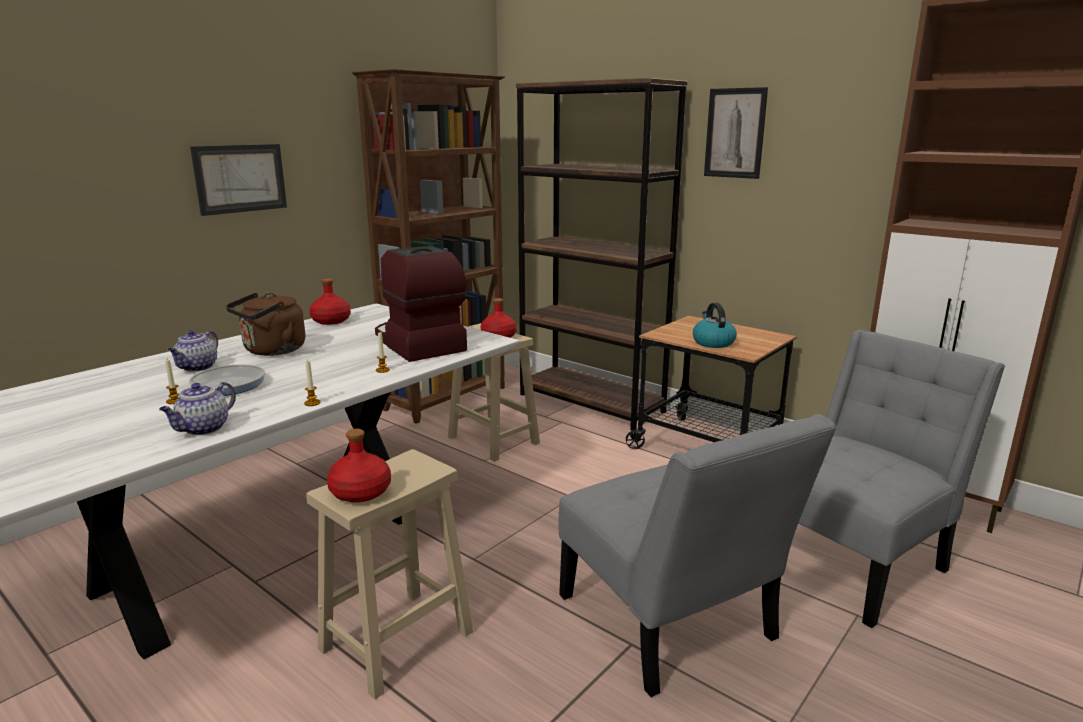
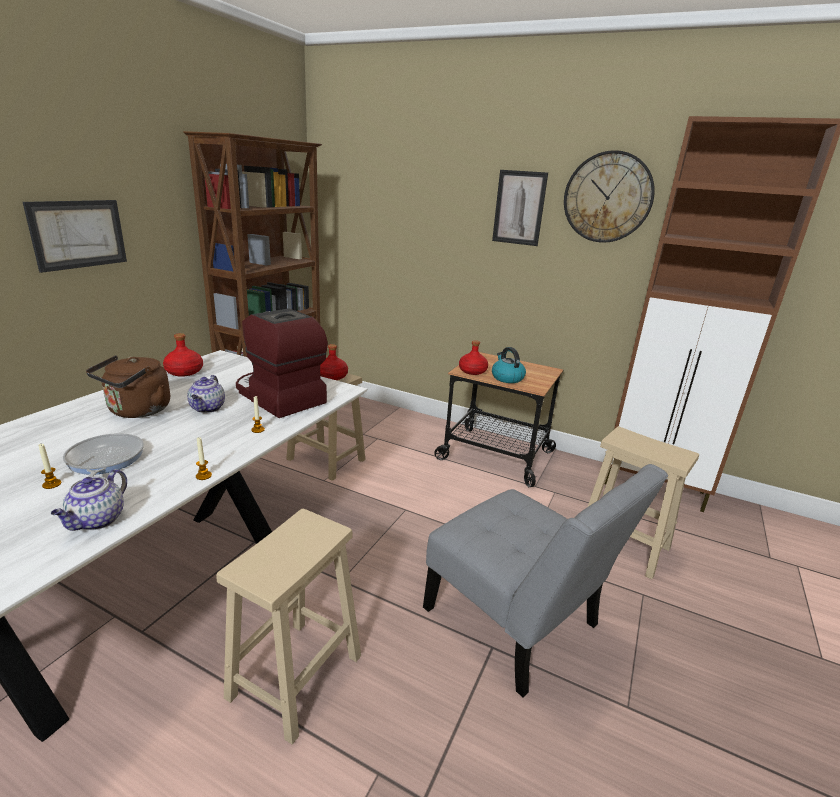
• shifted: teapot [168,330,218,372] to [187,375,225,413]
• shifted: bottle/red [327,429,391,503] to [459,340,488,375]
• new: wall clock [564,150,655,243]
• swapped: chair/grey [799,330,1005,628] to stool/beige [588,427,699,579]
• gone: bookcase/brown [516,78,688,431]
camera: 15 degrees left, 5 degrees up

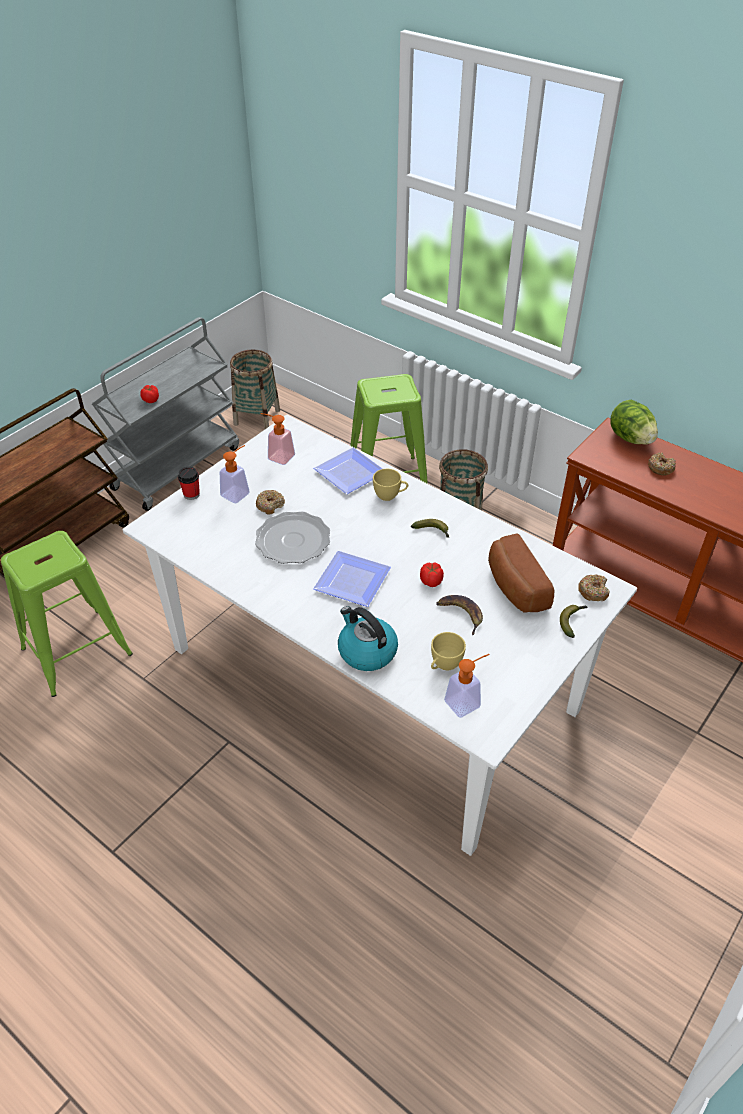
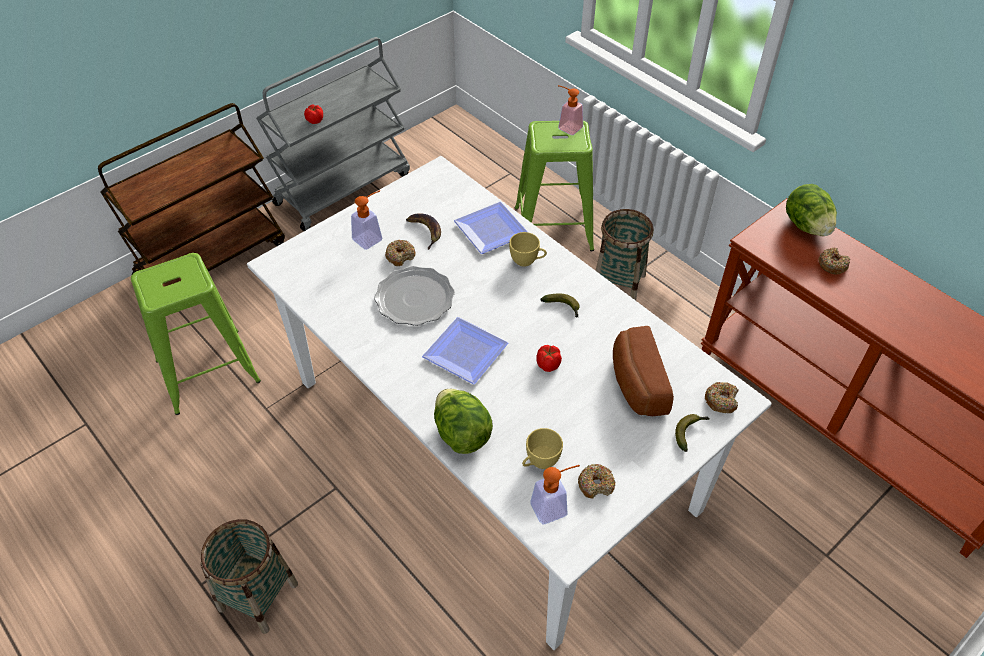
• shifted: basket [230,350,280,429] to [200,519,298,634]
• shifted: banana [436,595,483,635] to [406,213,441,250]
• swapped: kettle [338,606,398,671] to lettuce [434,389,493,454]
• shifted: soap dispenser [260,413,295,465] to [558,85,583,135]
• new: donut [578,464,615,499]
• gone: cup [178,467,200,500]
camera: 10 degrees right, 5 degrees up

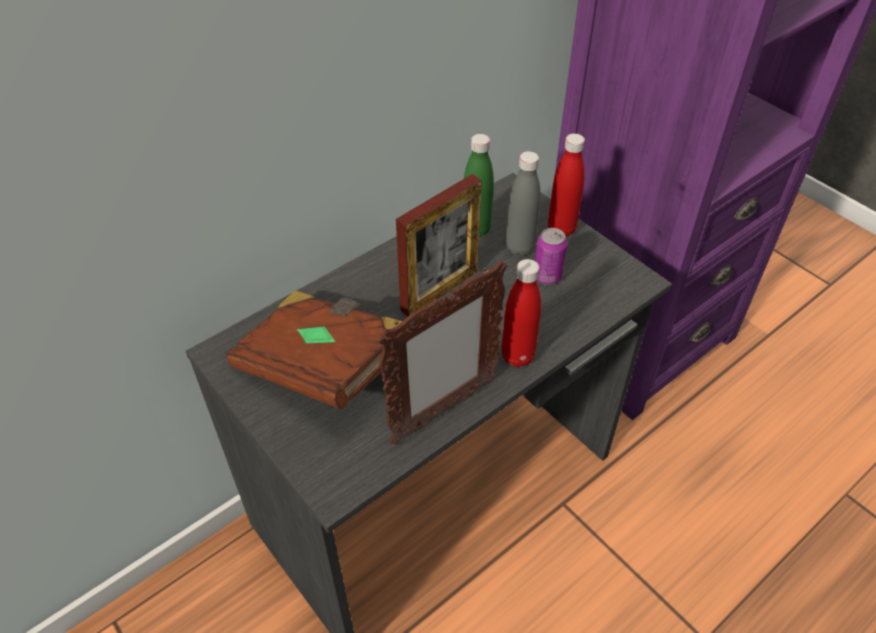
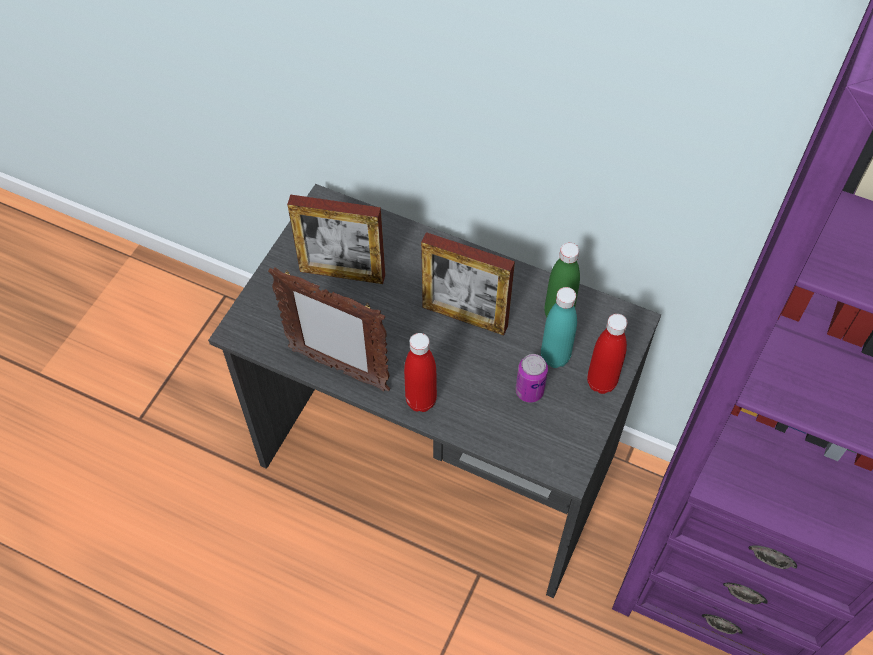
• swapped: book/brown [226,291,402,410] to picture frame [287,194,385,284]
• repainted: bottle/grey [506,151,541,256] to bottle/turquoise [541,287,577,368]
camera: 65 degrees right, 10 degrees up

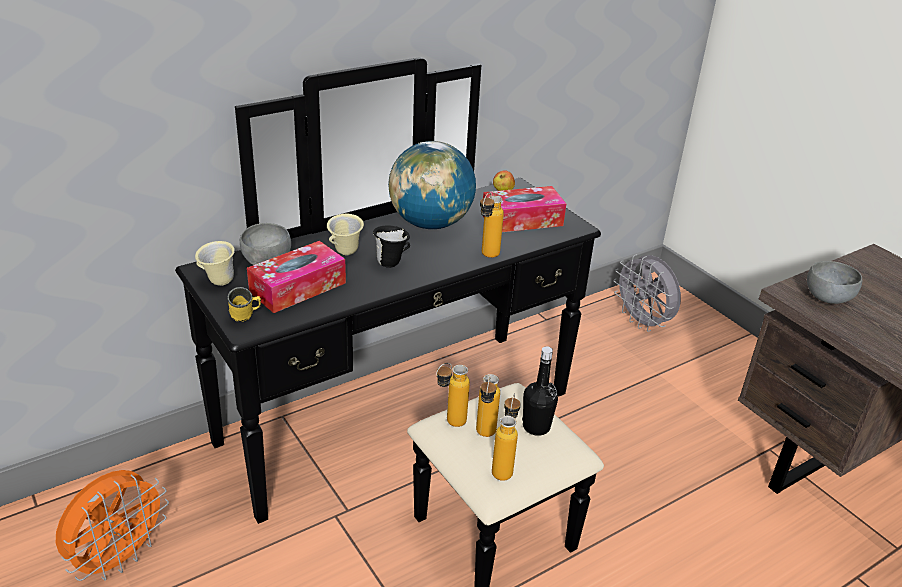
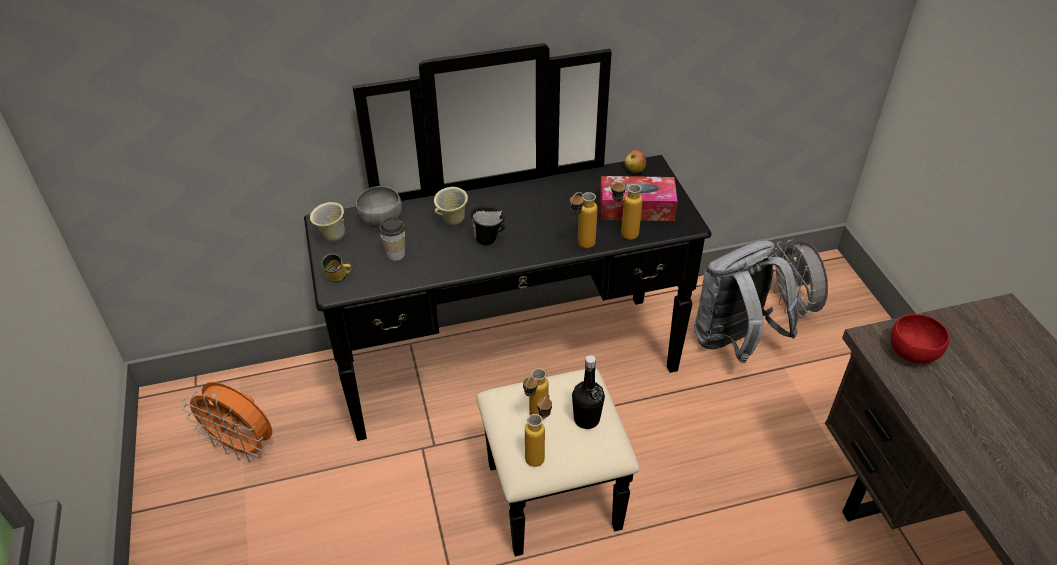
• rotated: fan/orange [56,470,169,581] = [183,382,272,462] 60 degrees clockwise
• swapped: tissue box [247,241,346,313] to cup [379,218,405,261]
• shifted: bottle [436,363,470,427] to [611,180,643,240]
• new: backpack/grey [694,240,798,363]
• repainted: bowl/grey [807,261,862,304] to bowl/red [891,314,949,363]
• gone: globe [388,141,476,229]
camera: 20 degrees right, 10 degrees up

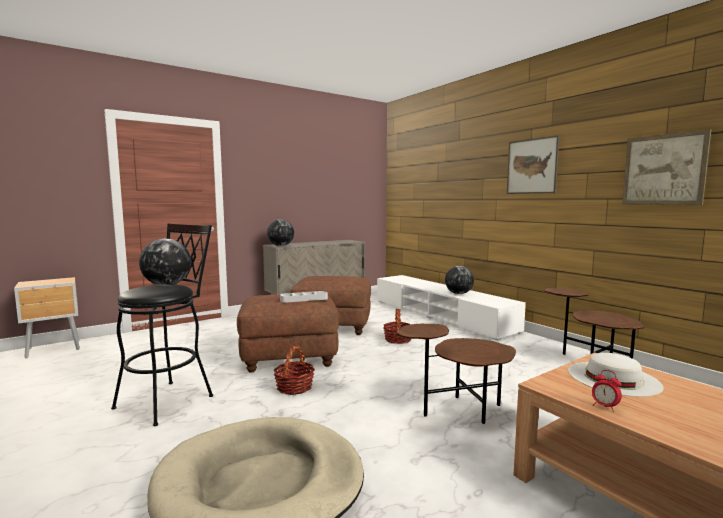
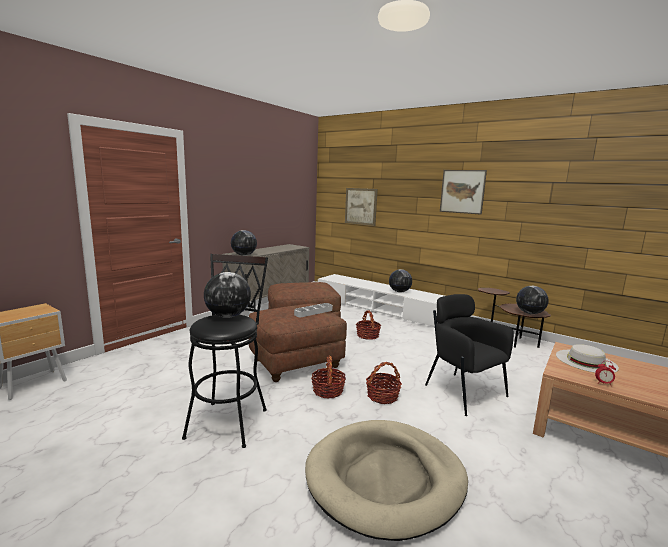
• shifted: picture [622,129,711,205] to [345,188,378,226]
• new: basket [366,362,402,404]
• swapped: side table/brown [396,324,516,424] to armchair/black [425,294,514,416]
• new: globe [516,286,549,314]
camera: 20 degrees left, 5 degrees up

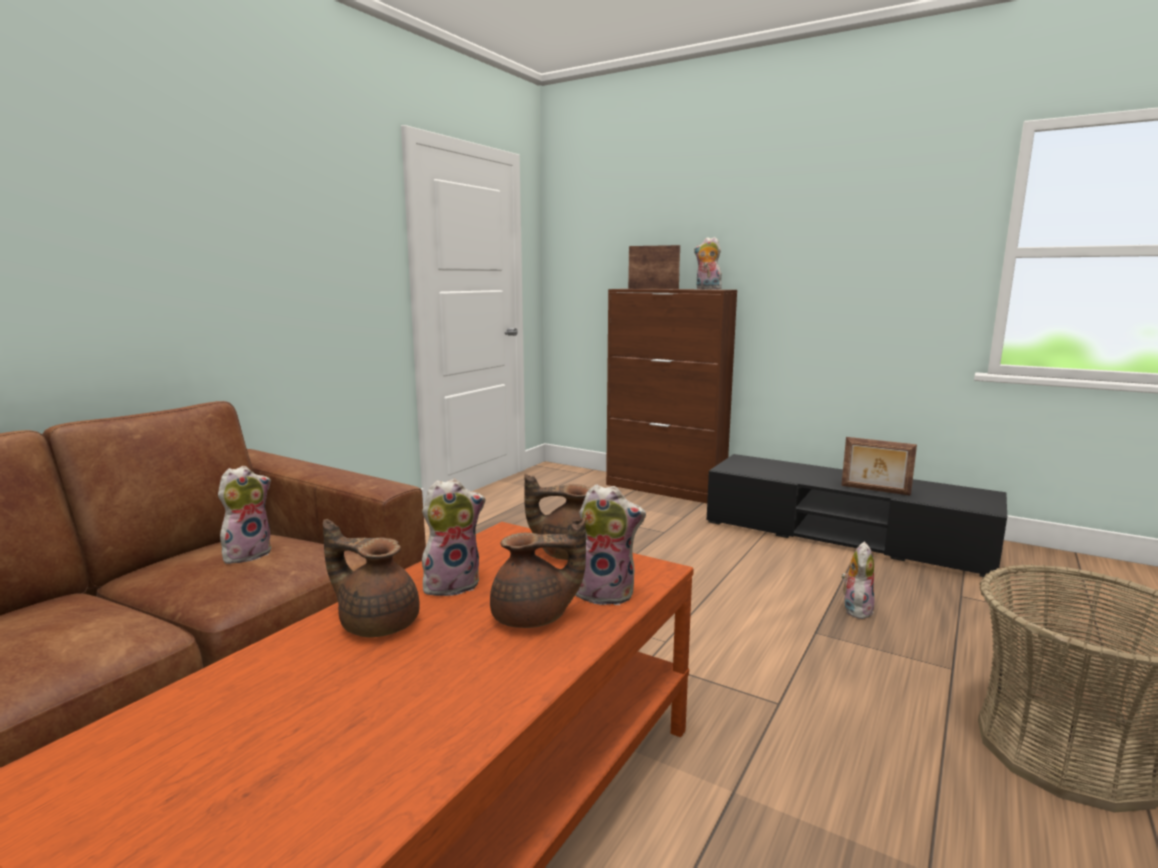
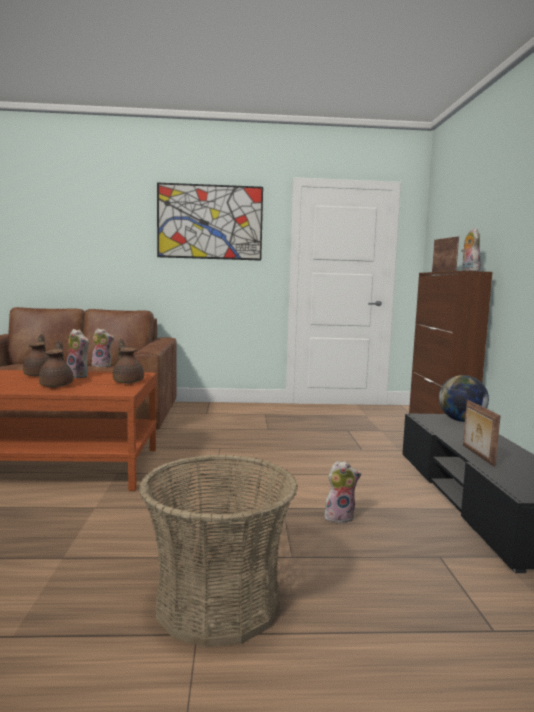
• rotated: teapot/brown [490,518,586,628] = [39,340,74,387] 150 degrees counterclockwise
• new: picture [157,183,263,261]
• new: globe [439,375,489,422]
• gone: plush toy [576,484,646,605]
camera: 55 degrees right, 5 degrees down

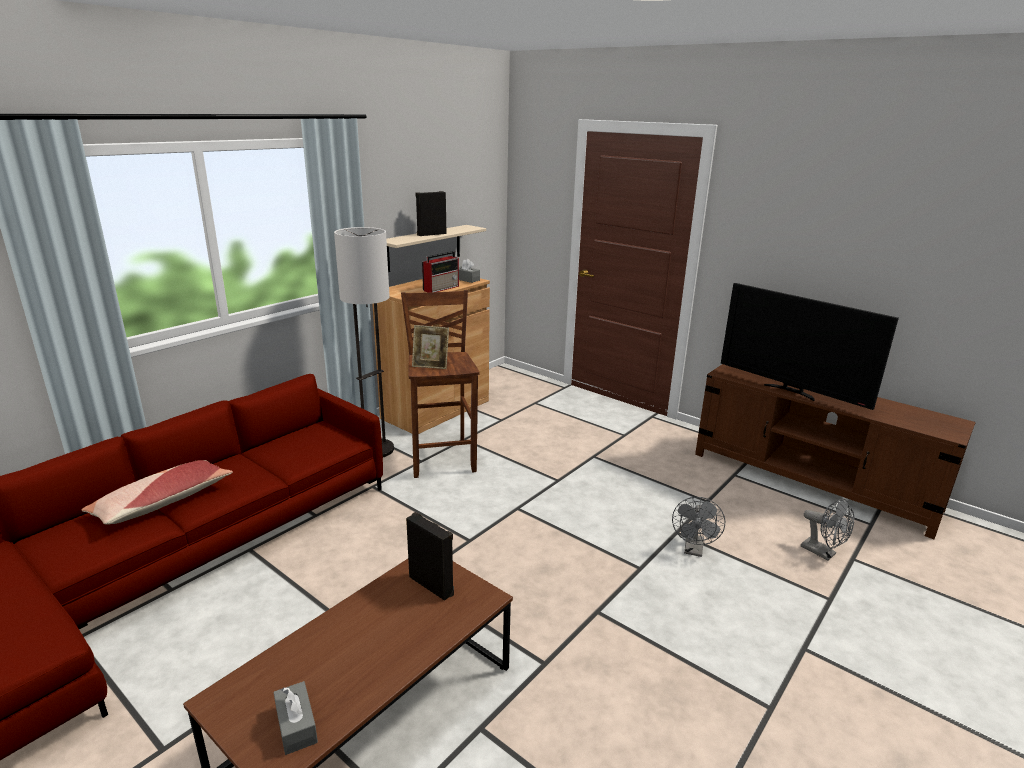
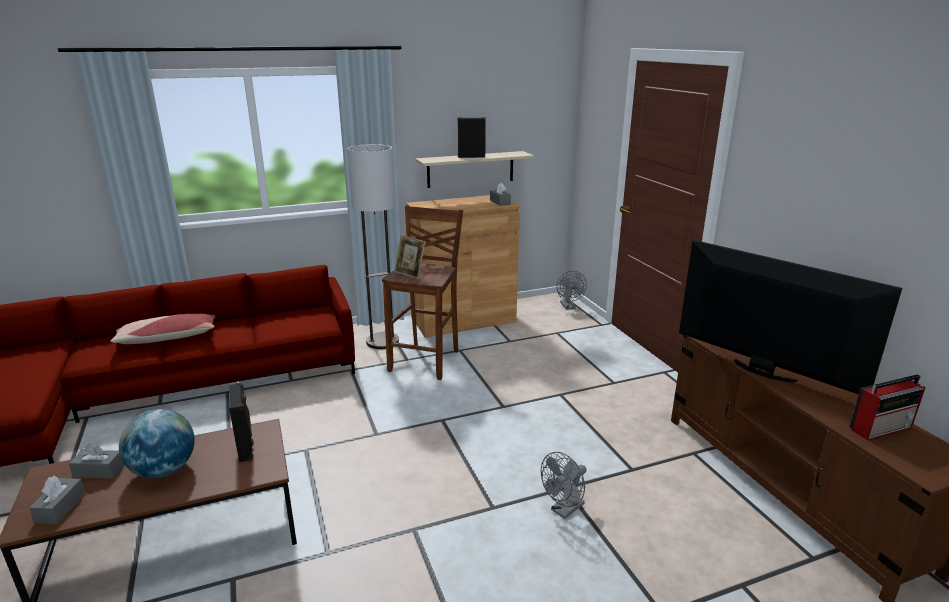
• new: tissue box/grey [69,444,124,479]
• new: globe [119,409,195,478]
• shifted: fan/grey [801,499,854,560] to [557,271,587,310]
• rotated: television [721,283,899,410] = [679,240,902,395] 150 degrees clockwise
• shifted: radio [422,251,459,292] to [849,374,925,440]
camera: 30 degrees right, 0 degrees up

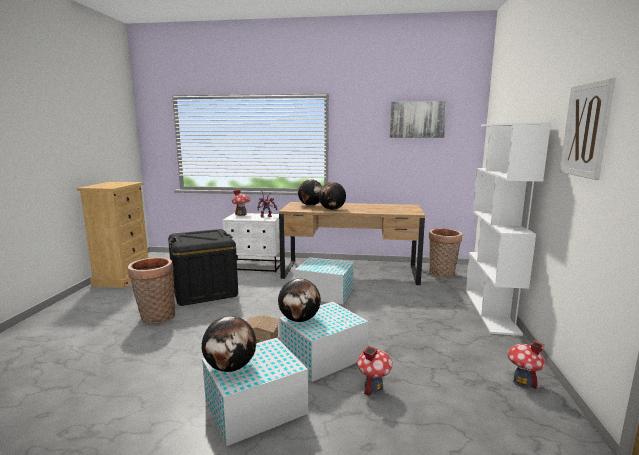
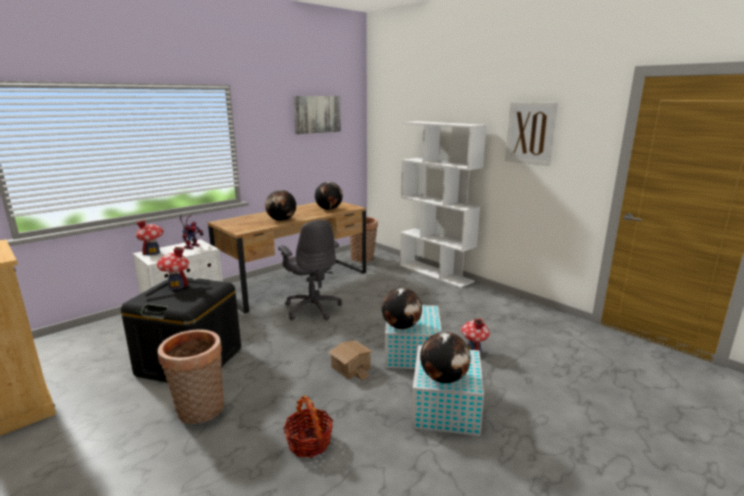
• shifted: toy house [507,340,545,389] to [157,247,189,290]
• swapped: storage box/white [295,257,354,304] to office chair/grey [278,220,342,320]
• new: basket [283,396,333,457]
• shifted: globe [298,179,322,206] to [315,182,343,210]
camera: 50 degrees left, 5 degrees up

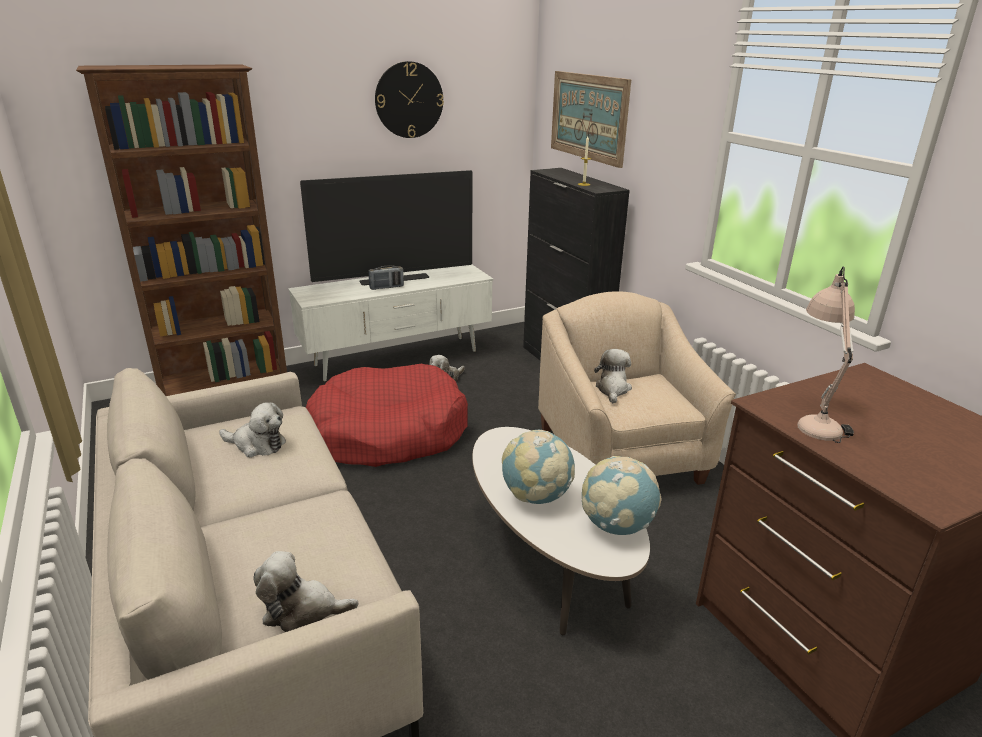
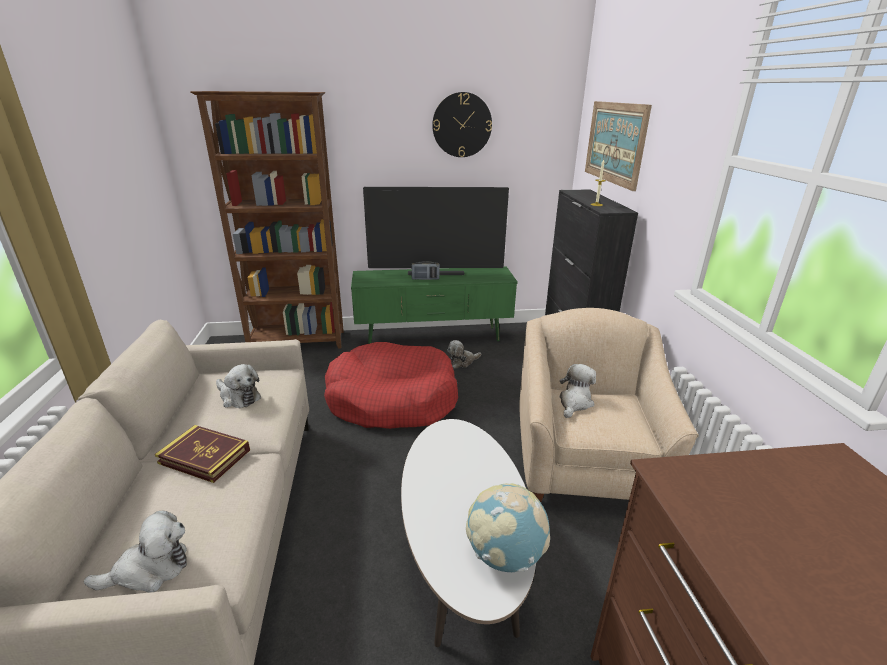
• rotated: plush toy [253,551,358,632] = [84,511,187,593] 135 degrees clockwise
• new: book [155,425,250,483]
• repainted: tv stand/white [288,265,493,381] to tv stand/green [351,266,518,344]
• gone: globe [502,430,575,504]
• gone: table lamp/beige [797,266,855,443]
camera: 20 degrees right, 0 degrees up

